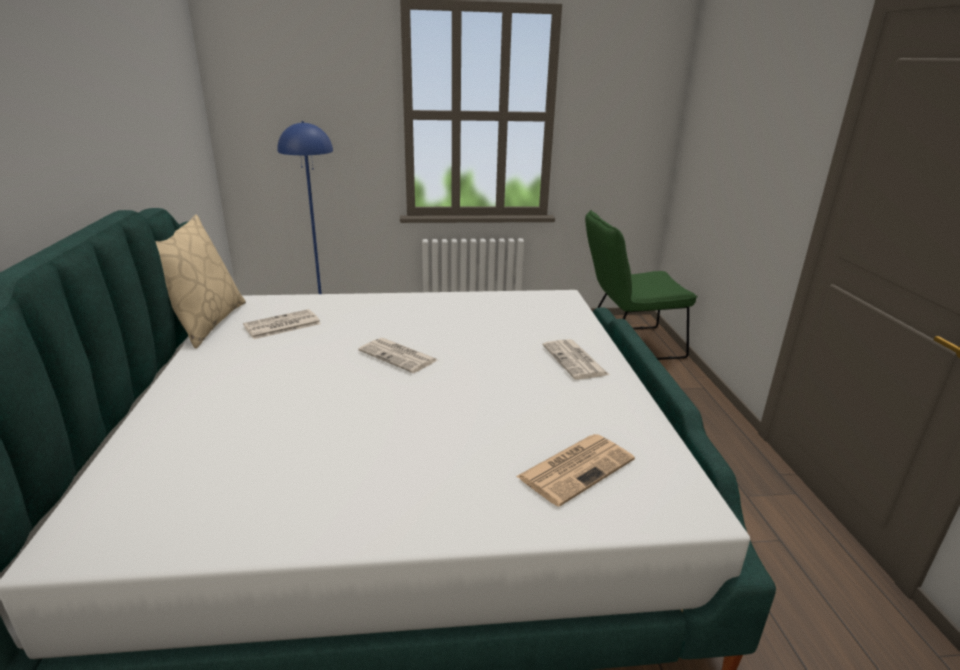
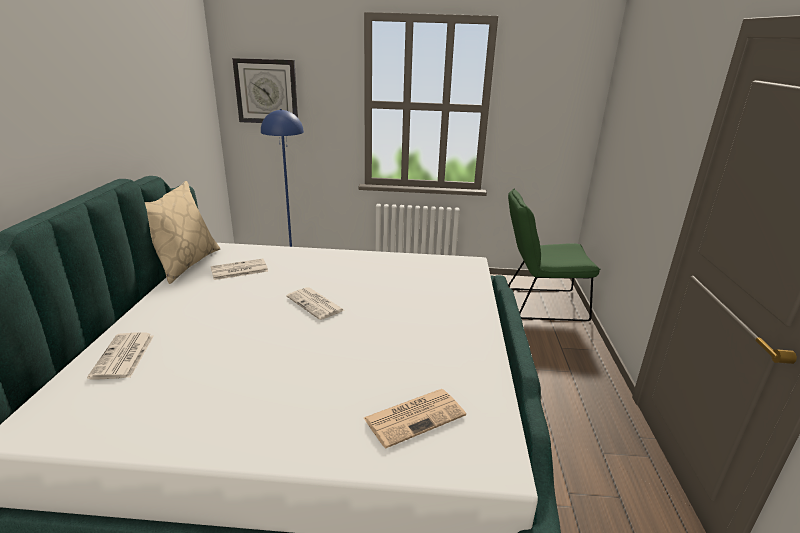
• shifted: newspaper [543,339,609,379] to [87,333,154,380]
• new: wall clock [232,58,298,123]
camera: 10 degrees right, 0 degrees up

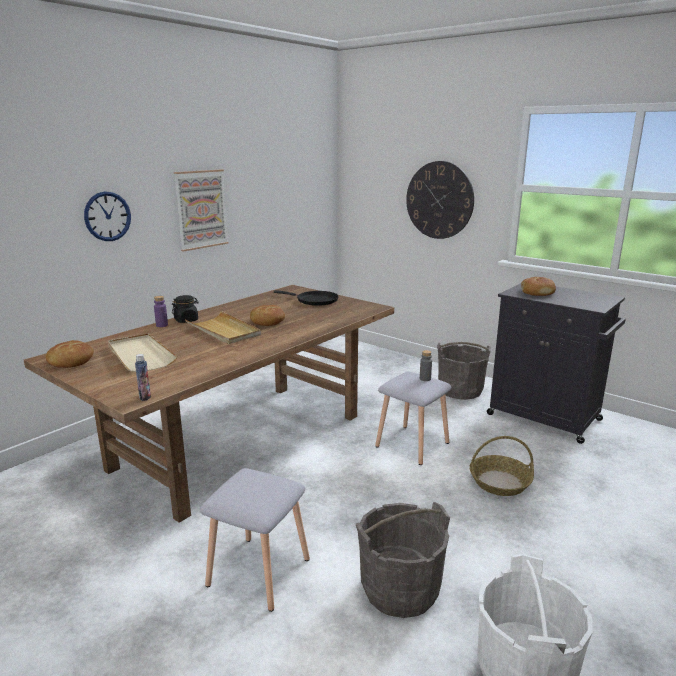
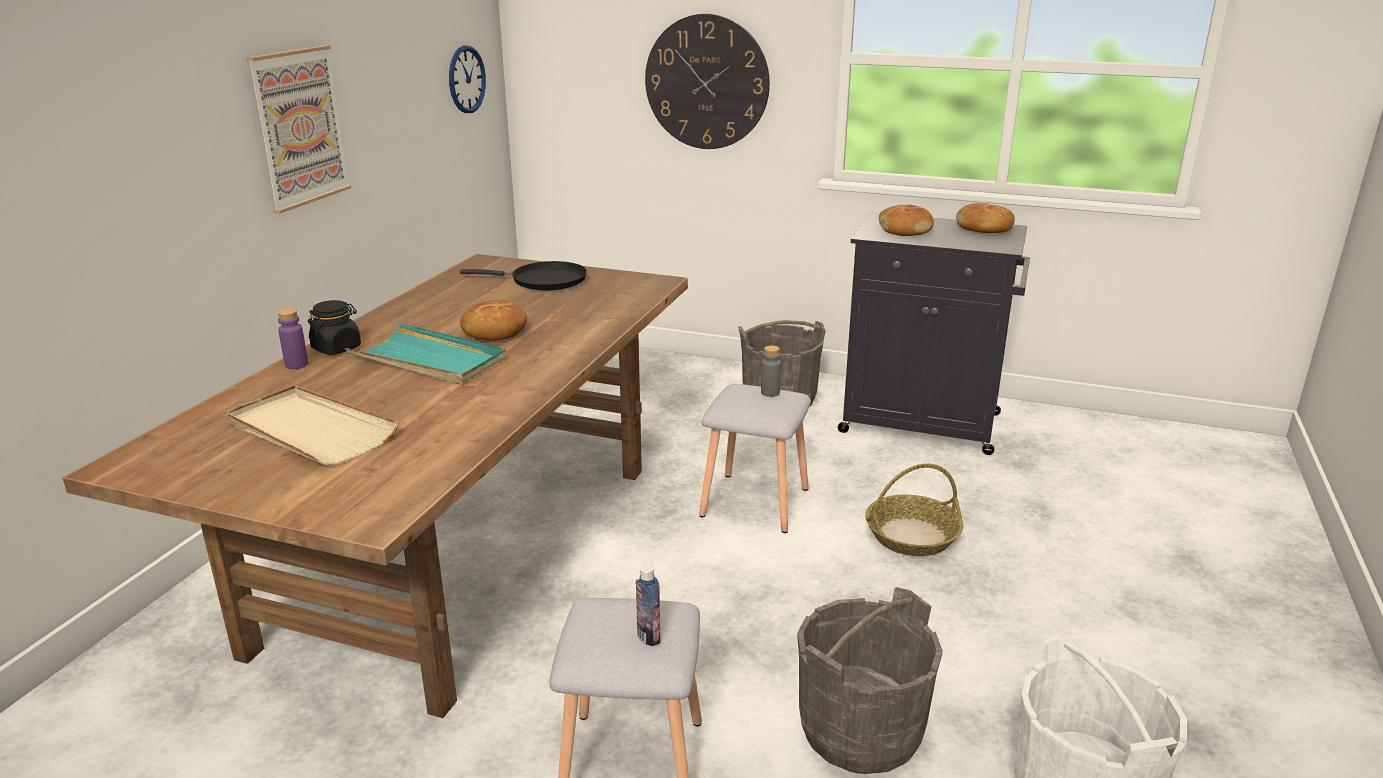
• repainted: tray/beige [185,311,261,344] to tray/turquoise [344,322,506,385]
• shifted: wall clock [84,191,131,241] to [449,45,486,113]
• shifted: bottle [135,354,151,401] to [636,565,660,646]
• shifted: bread [46,340,94,368] to [956,203,1015,233]
camera: 20 degrees left, 5 degrees up

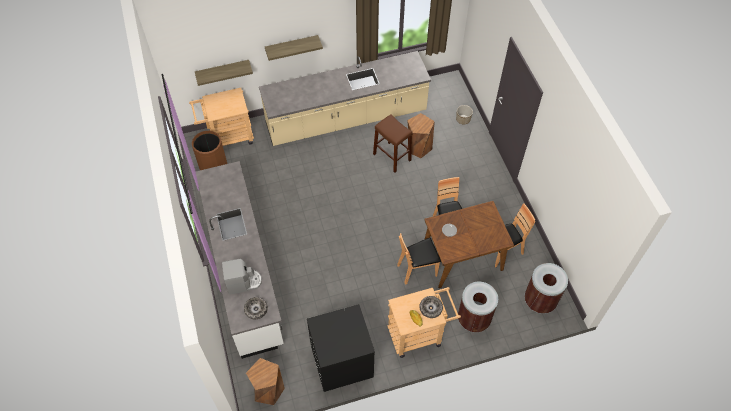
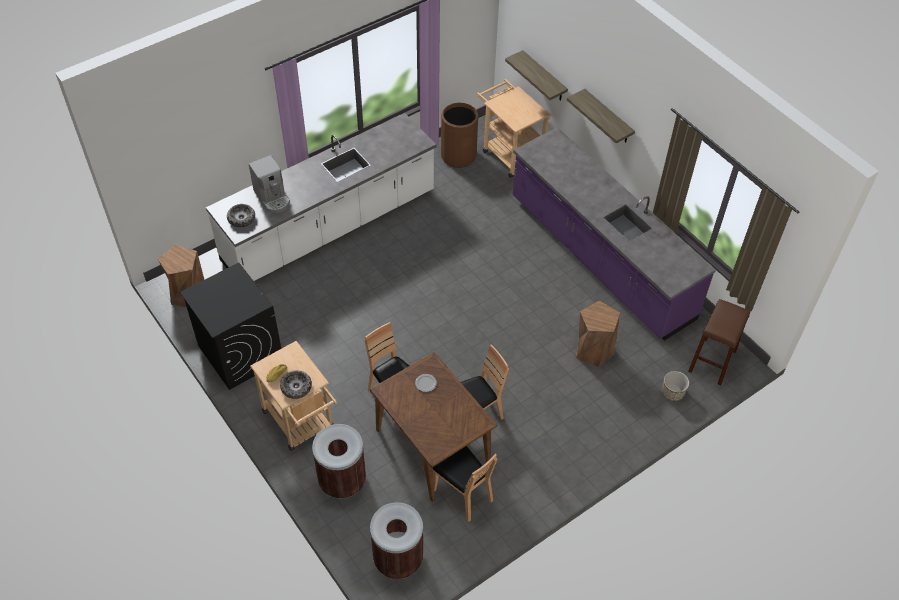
• repainted: counter/beige [259,51,431,146] to counter/purple [513,127,716,341]
• shifted: stool/brown [373,114,412,173] to [688,299,750,385]
camera: 70 degrees right, 5 degrees down

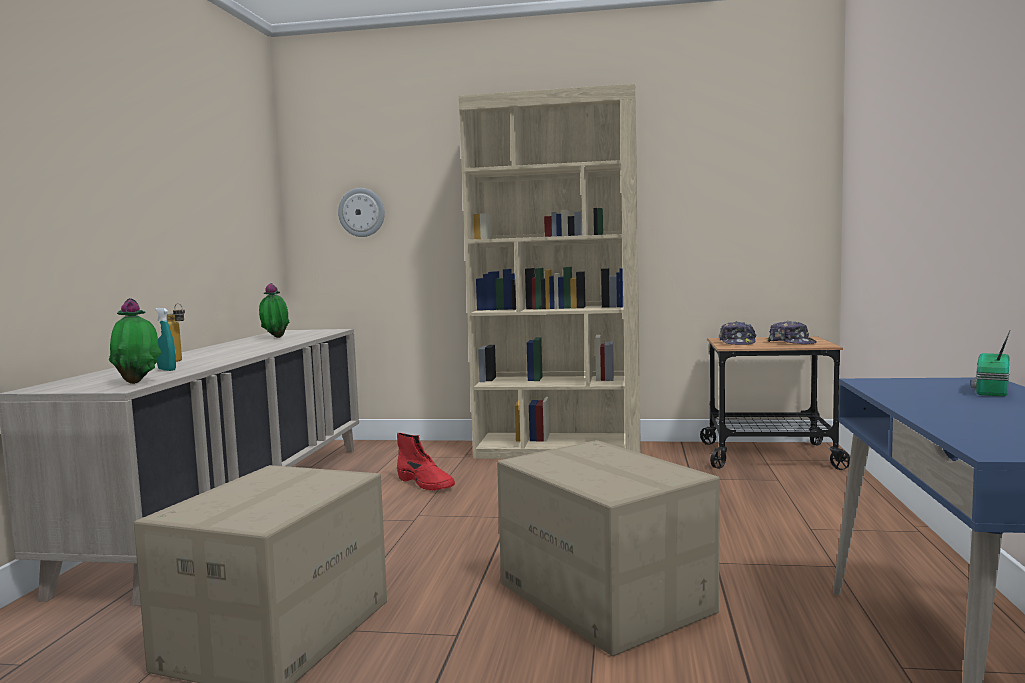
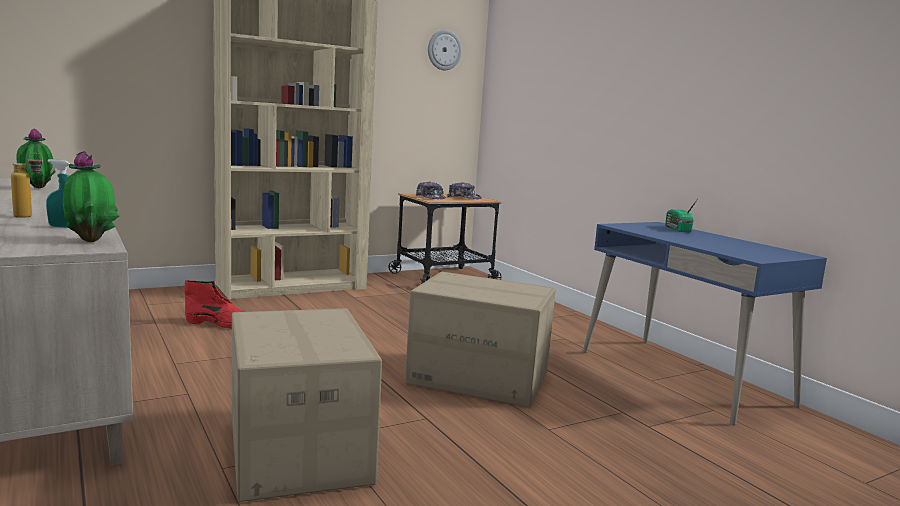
• shifted: wall clock [338,188,385,237] to [428,30,462,70]
camera: 40 degrees left, 5 degrees up

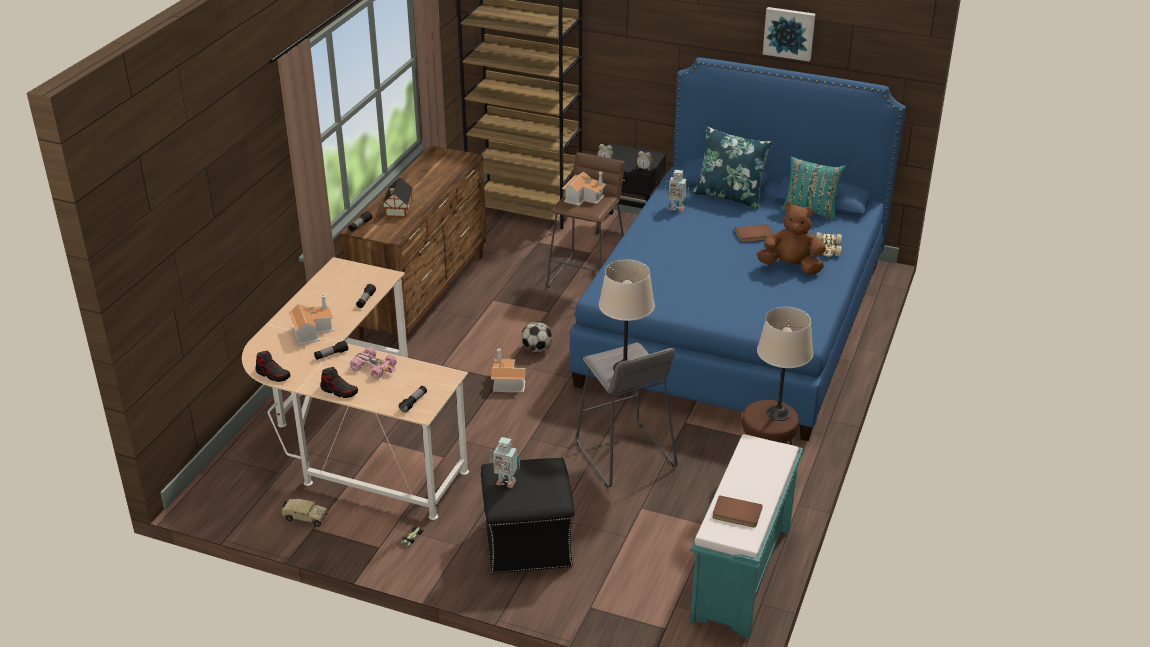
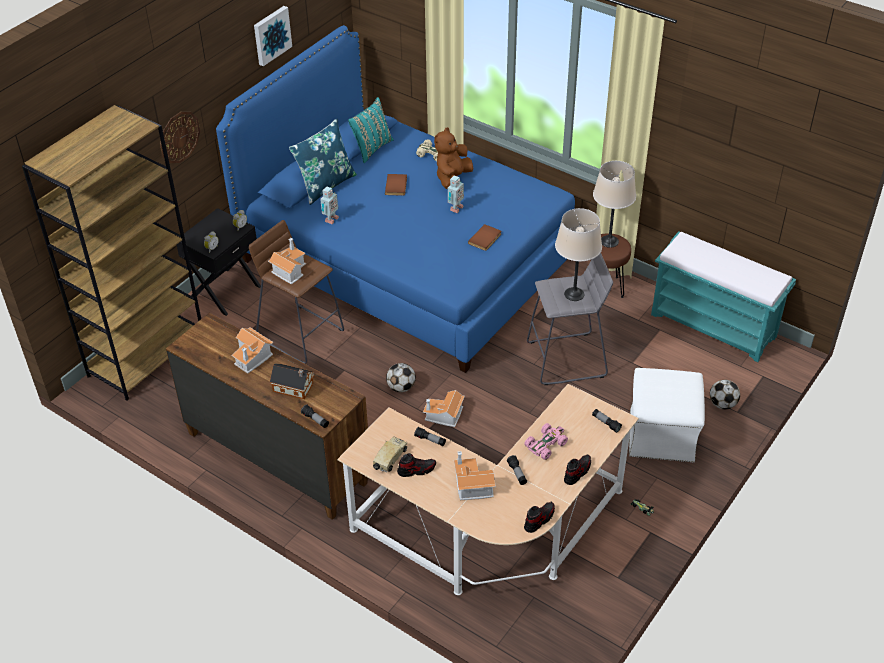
• new: wall clock [160,112,200,163]
• new: toy house [231,327,273,374]
• shifted: toy truck [282,499,328,527] to [373,437,407,472]
• new: shoe [397,453,436,477]
• shifted: toy robot [490,437,520,488] to [448,176,464,213]
• shifted: book/brown [712,495,763,527] to [468,224,501,251]
• repainted: ottoman/black [481,458,574,574] to ottoman/white [629,368,705,462]
• new: football [710,380,740,410]
camera: 75 degrees left, 10 degrees up

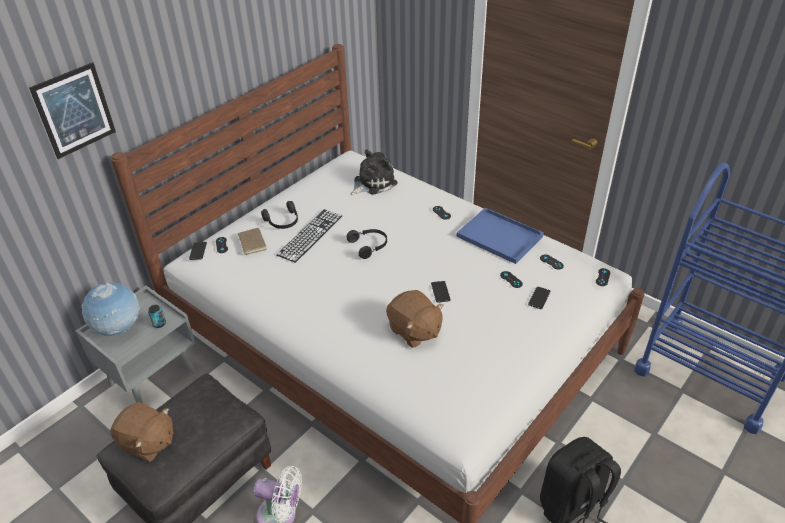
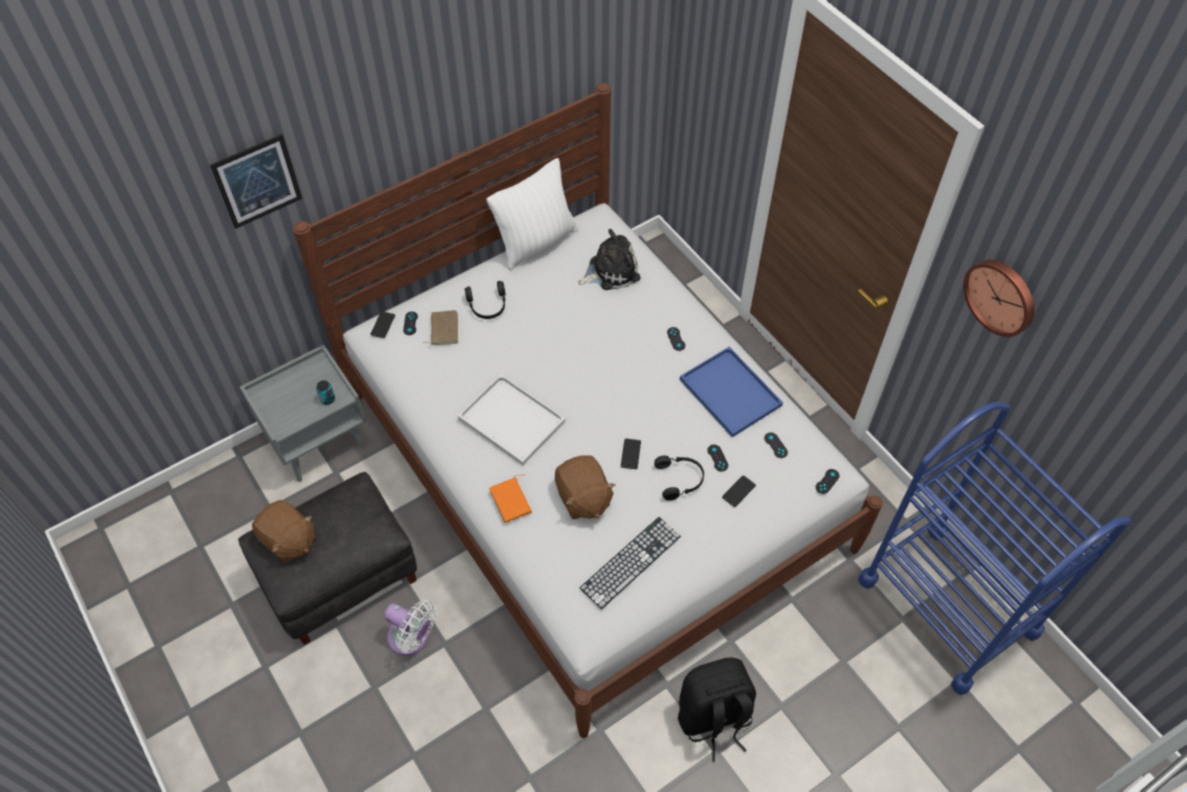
• new: tray/white [458,374,565,465]
• new: pillow/white [487,158,578,270]
• new: book/orange [489,474,532,523]
• shifted: keyboard [276,209,343,263] to [580,517,681,609]
• shifted: headphones/black [347,229,387,259] to [654,455,704,501]
• new: wall clock [963,260,1034,337]
• gone: globe [81,282,140,336]
camera: 15 degrees right, 15 degrees up

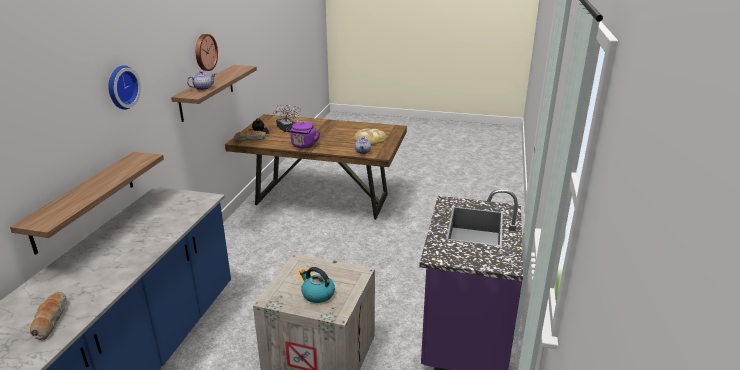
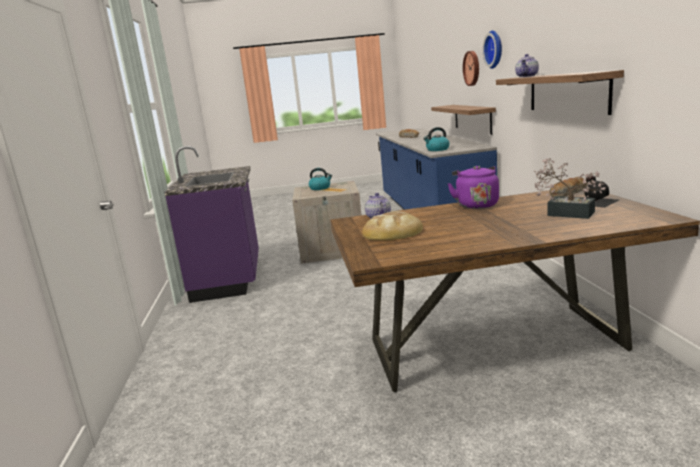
• new: kettle [423,127,450,151]
• shifted: wall clock [196,34,218,71] to [463,51,479,86]
camera: 160 degrees right, 10 degrees down

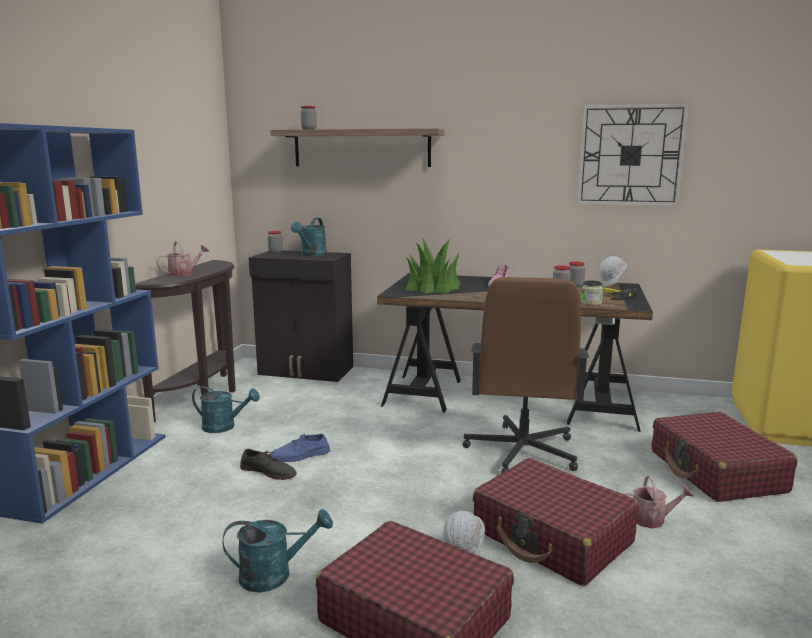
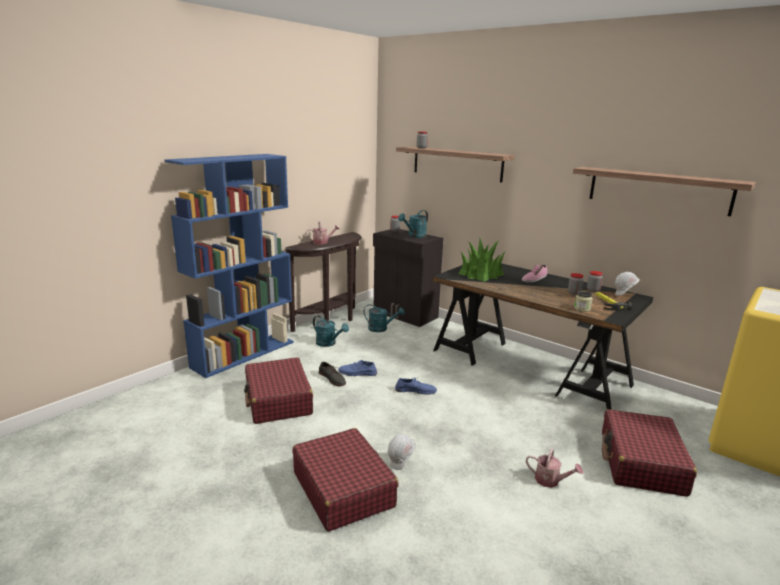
• shifted: suitcase/red [473,458,639,586] to [244,357,313,424]
• shifted: watering can/turquoise [223,509,333,592] to [364,304,405,332]
• new: shoe/blue [395,377,437,394]
• swapped: wall clock [577,103,689,206] to shelf [573,167,756,216]
• gone: office chair/brown [462,277,589,473]
camera: 25 degrees right, 5 degrees up

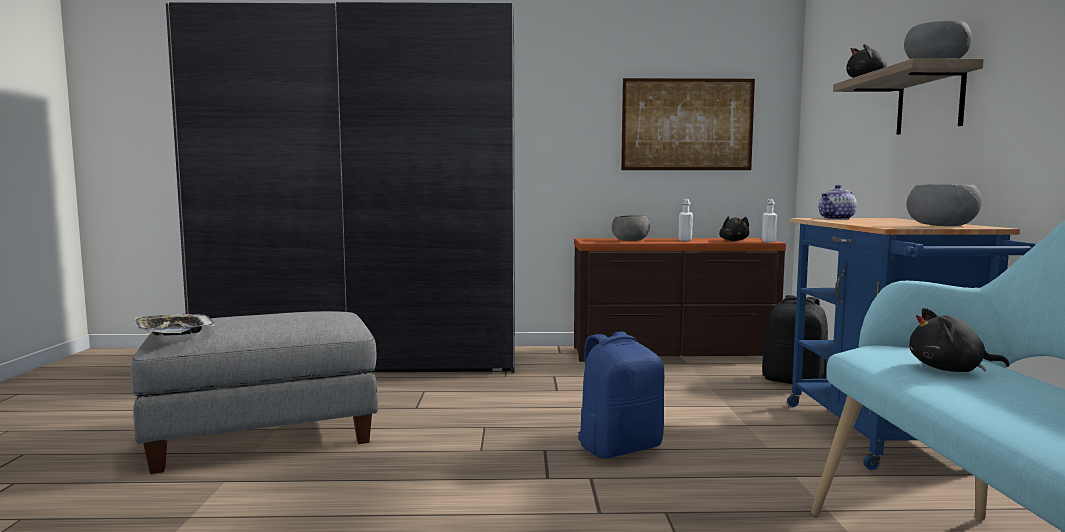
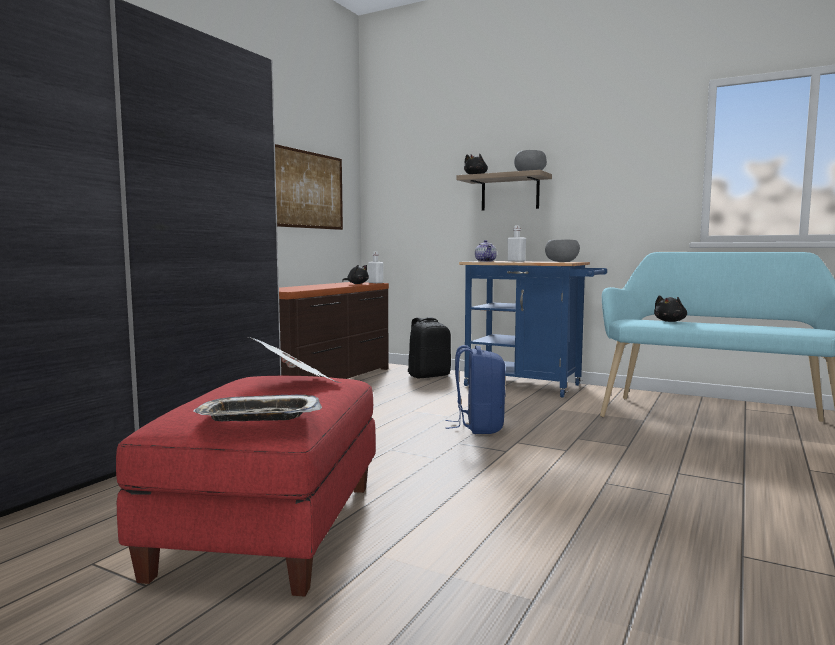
• repainted: ottoman/grey [131,311,378,474] to ottoman/red [116,376,376,597]
• new: newspaper [248,337,342,383]
• shifted: bottle/white [678,199,693,241] to [508,225,526,262]
• gone: bowl/grey [612,215,650,241]
camera: 60 degrees left, 0 degrees up

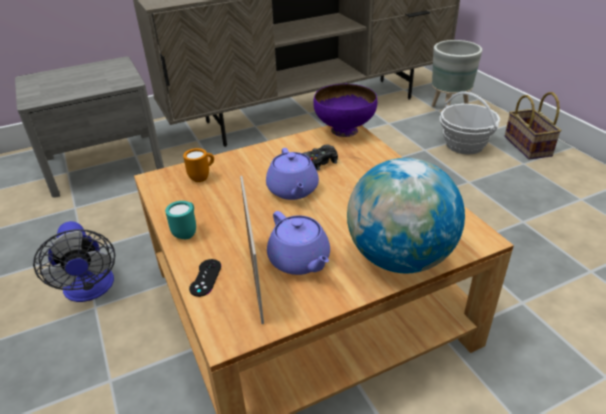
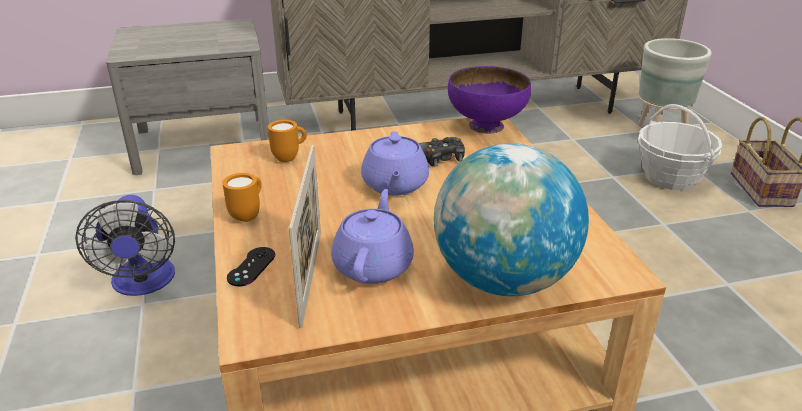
• repainted: mug/turquoise [165,201,196,239] to mug/orange [223,173,262,222]
• rotated: teapot/purple [267,211,330,275] = [331,189,414,284] 150 degrees counterclockwise
camera: 10 degrees right, 5 degrees down

